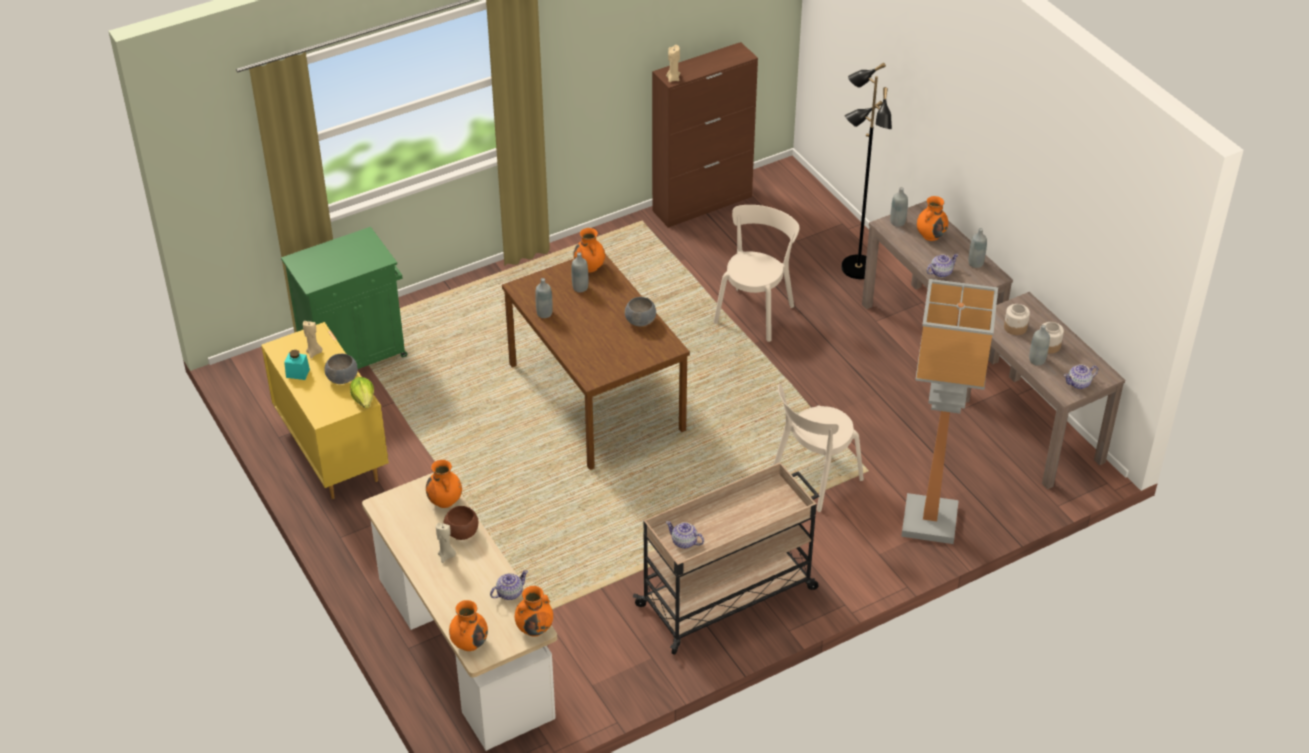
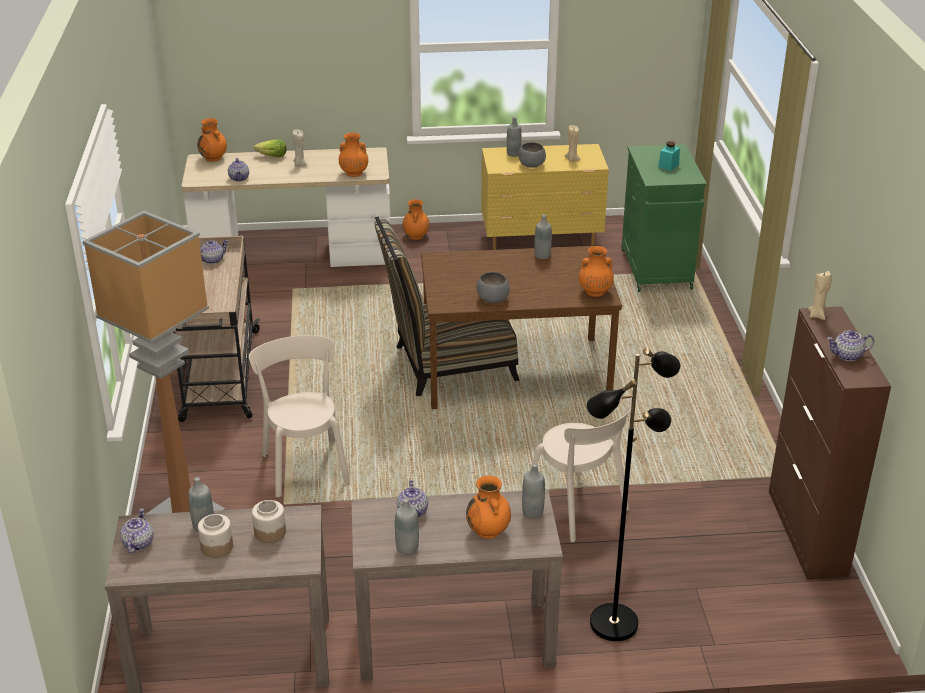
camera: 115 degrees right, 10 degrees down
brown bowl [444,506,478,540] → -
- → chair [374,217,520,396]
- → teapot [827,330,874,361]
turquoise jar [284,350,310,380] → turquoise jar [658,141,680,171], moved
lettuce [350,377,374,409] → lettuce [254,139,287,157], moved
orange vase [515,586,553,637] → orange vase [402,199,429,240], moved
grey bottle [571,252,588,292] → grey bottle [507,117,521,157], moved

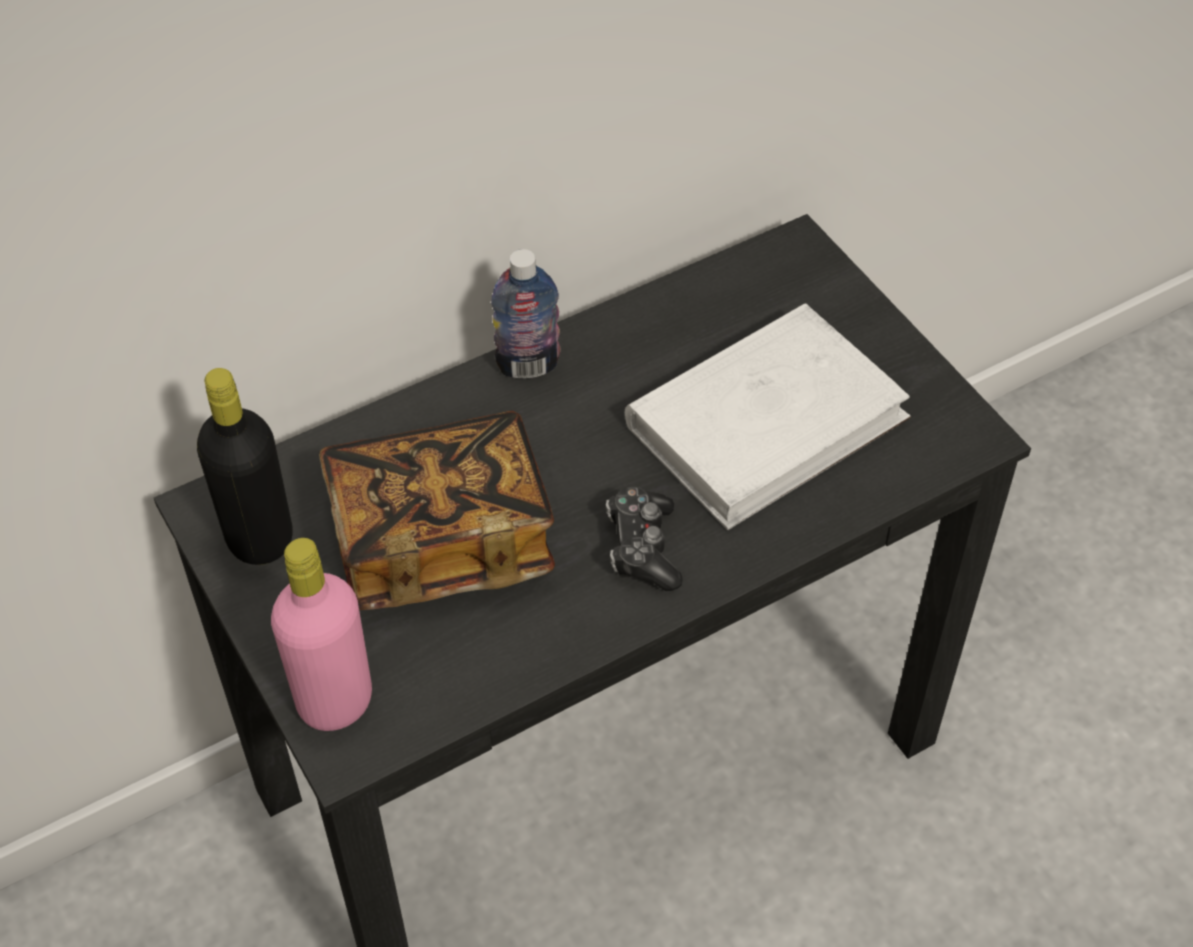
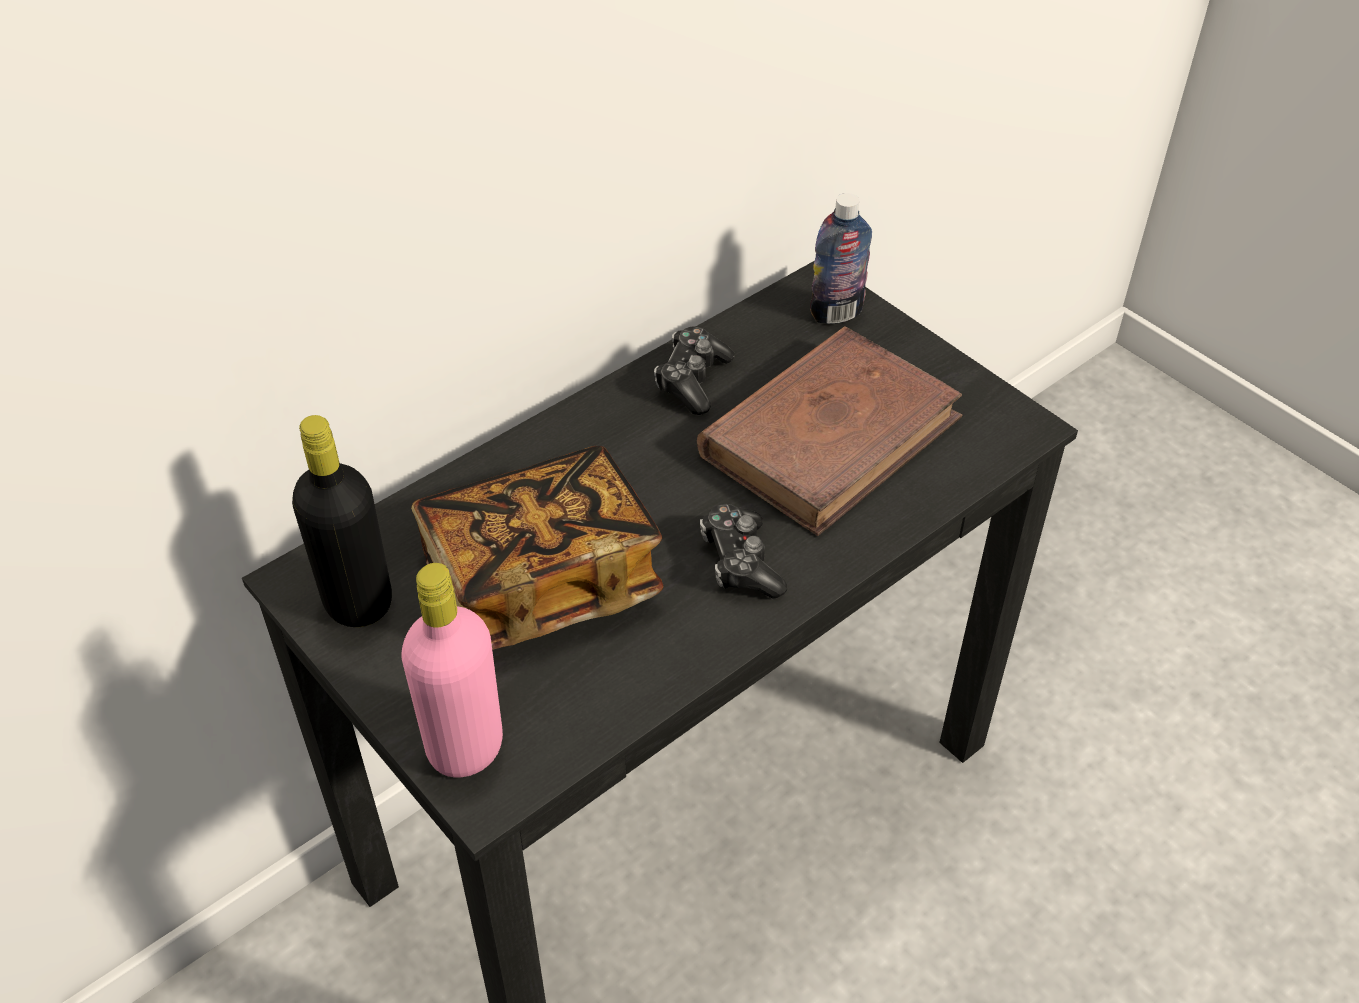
camera: 10 degrees left, 5 degrees down
- → game controller [654,326,735,415]
bottle [491,249,561,379] → bottle [810,193,872,324], moved
white book [625,303,911,530] → brown book [697,326,962,536]

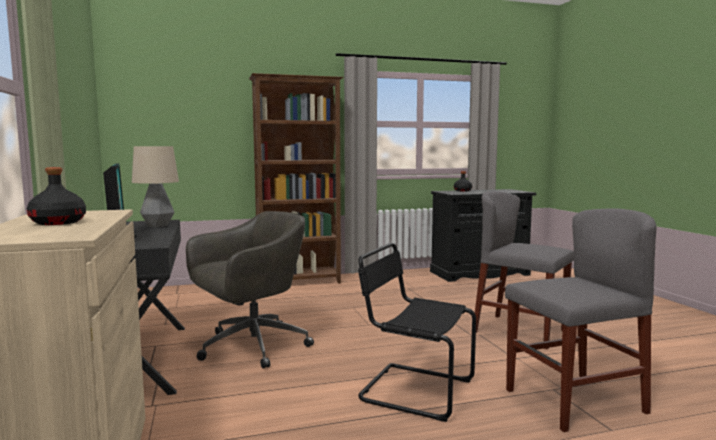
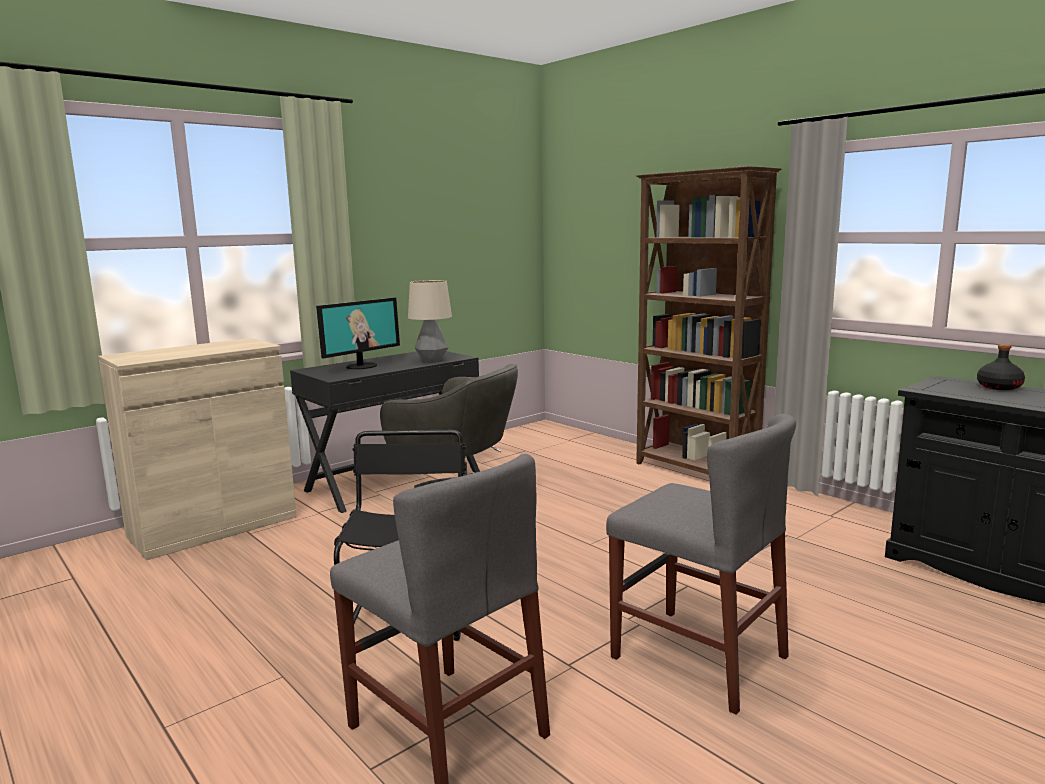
camera: 65 degrees right, 5 degrees up
black bottle [27,167,86,225] → -
grey chair [475,191,574,349] → grey chair [606,414,796,715], 120 degrees clockwise

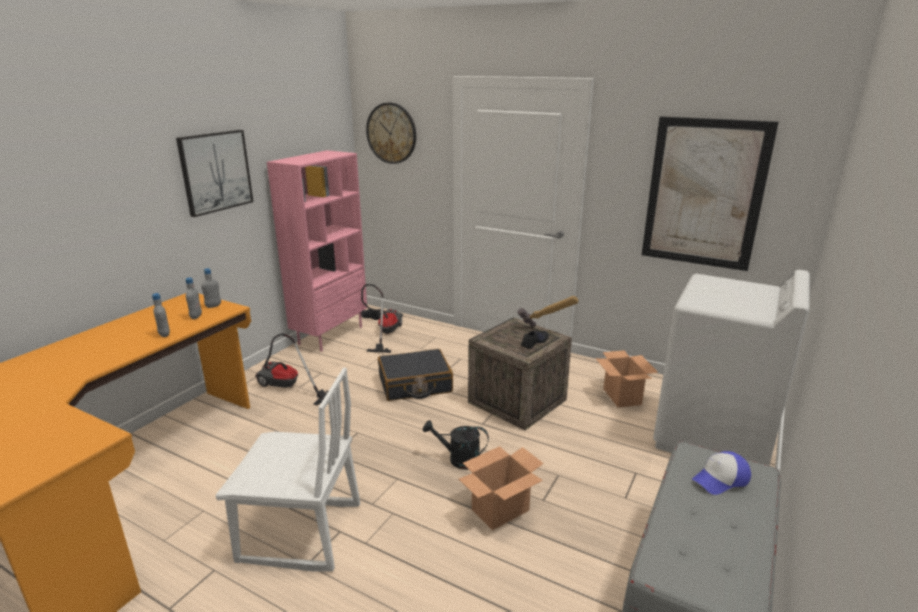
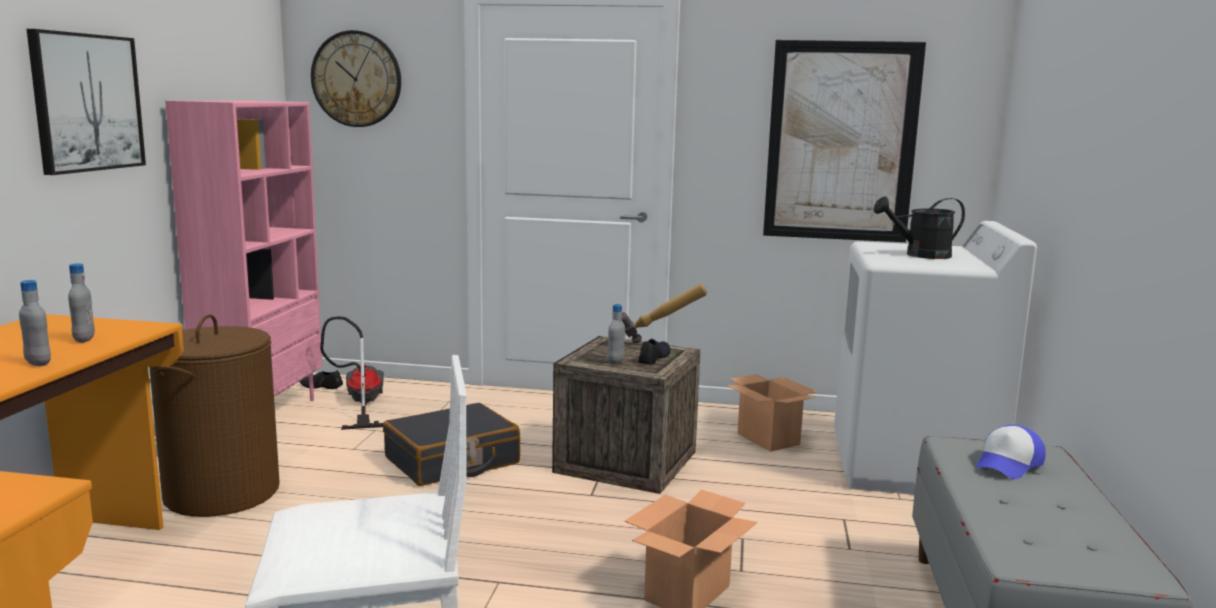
camera: 20 degrees left, 10 degrees down
grey bottle [201,268,221,308] → grey bottle [608,304,625,364], moved
black watering can [423,420,489,470] → black watering can [874,197,965,259], moved
vacuum cleaner [255,333,328,406] → brown laundry basket [149,314,280,517]

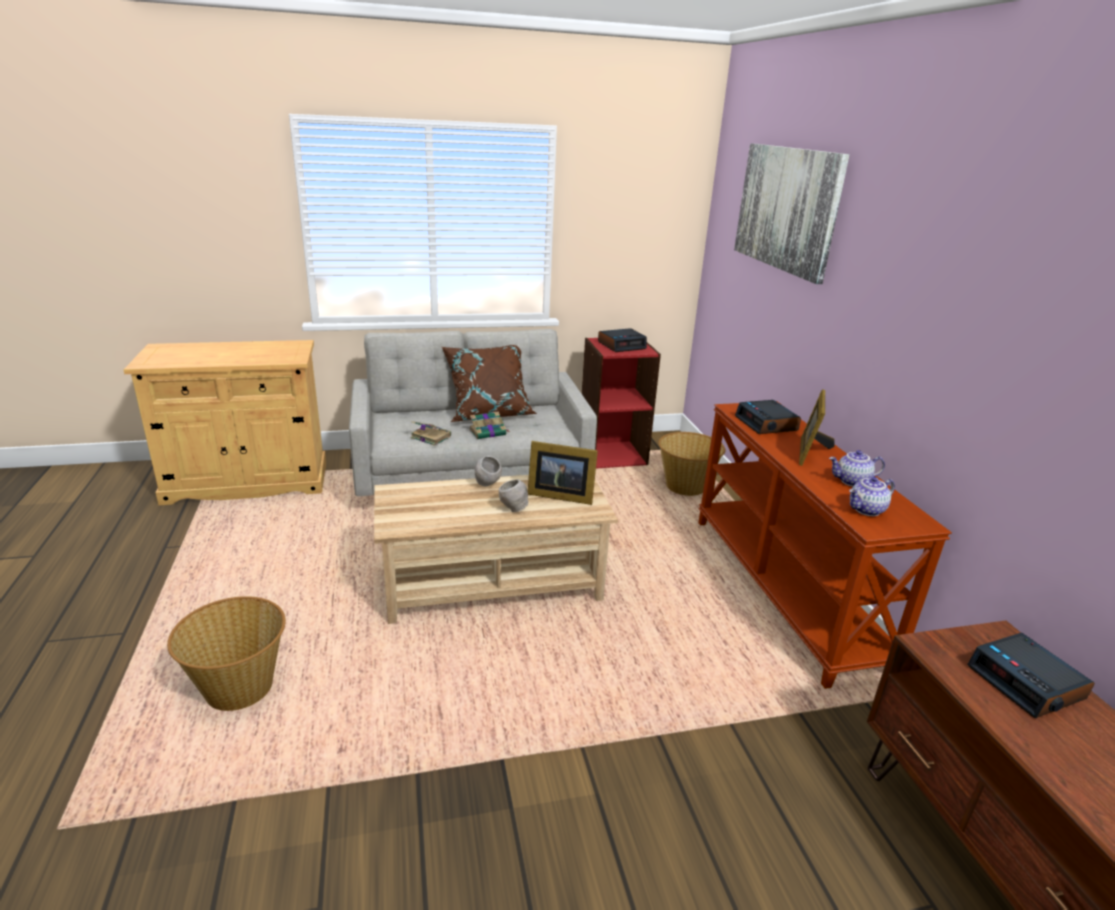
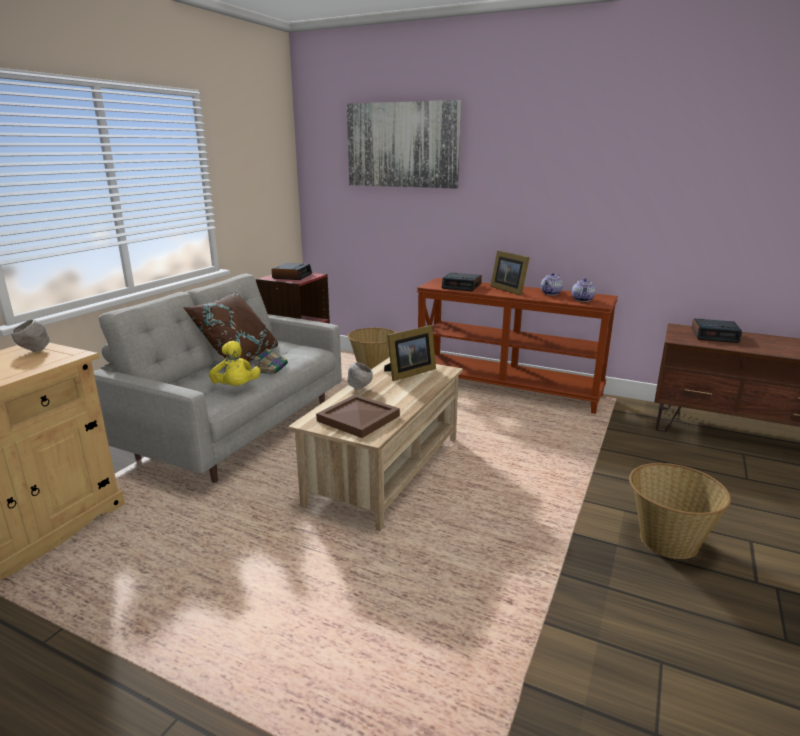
camera: 50 degrees left, 5 degrees down
- → brown tray [316,394,400,438]
basket [167,596,286,711] → basket [629,463,731,559], moved
grey bowl [499,479,529,512] → grey bowl [11,319,51,352], moved
book [410,421,451,446] → yellow plush toy [209,341,261,386]

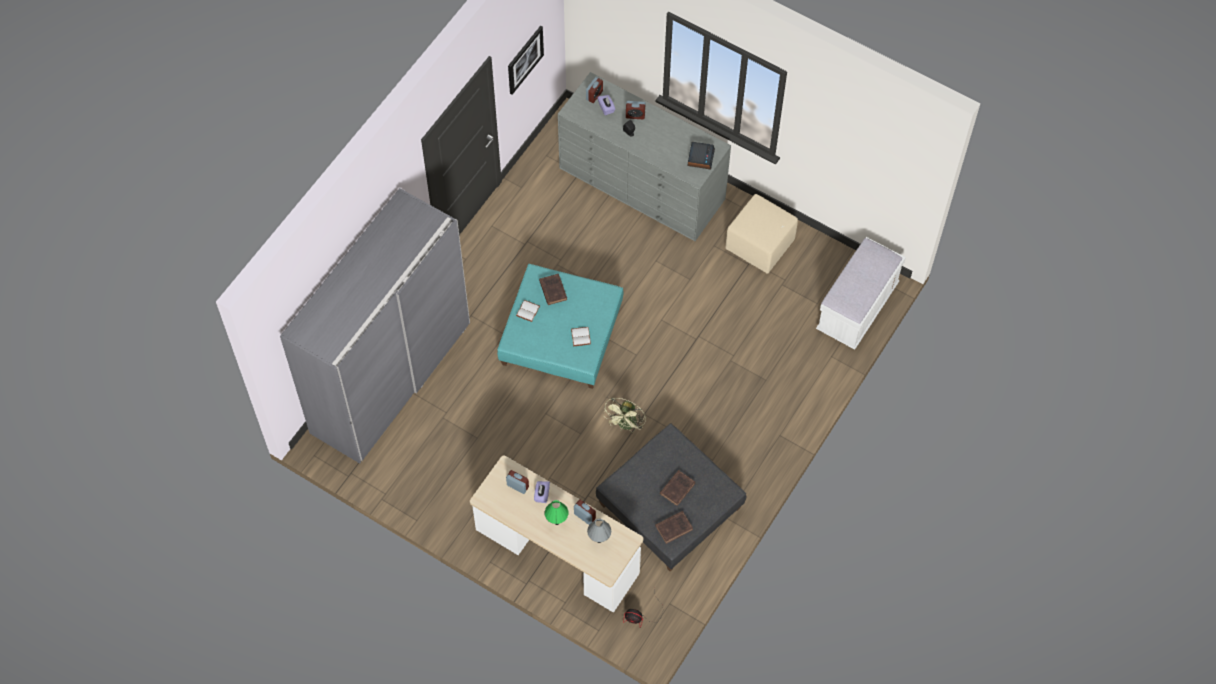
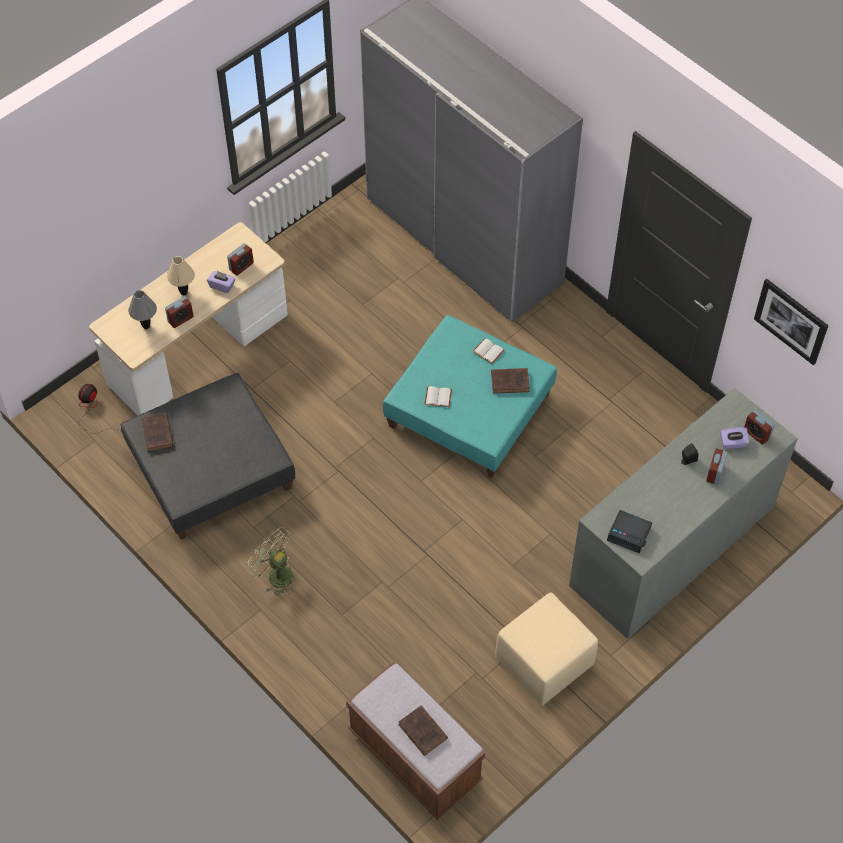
camera: 105 degrees right, 5 degrees down
green fan [603,398,646,432] → green fan [247,527,294,596], moved
brown book [660,470,695,506] → brown book [398,705,448,756], moved
green table lamp [545,500,568,525] → beige table lamp [167,256,195,295]
white bench [816,237,906,350] → brown bench [346,662,485,820]

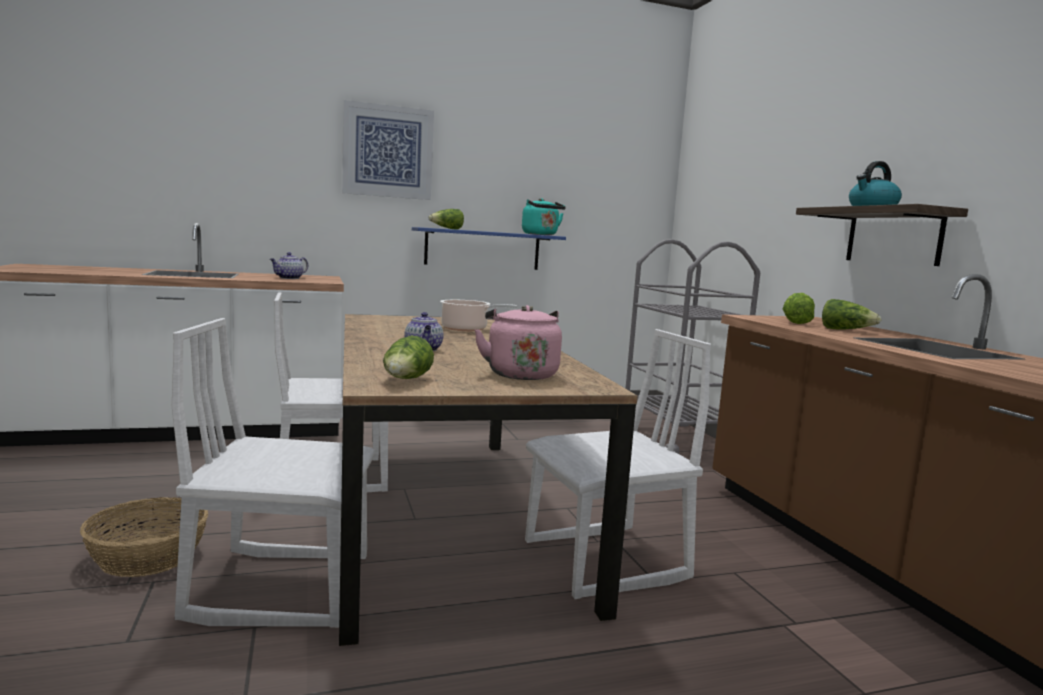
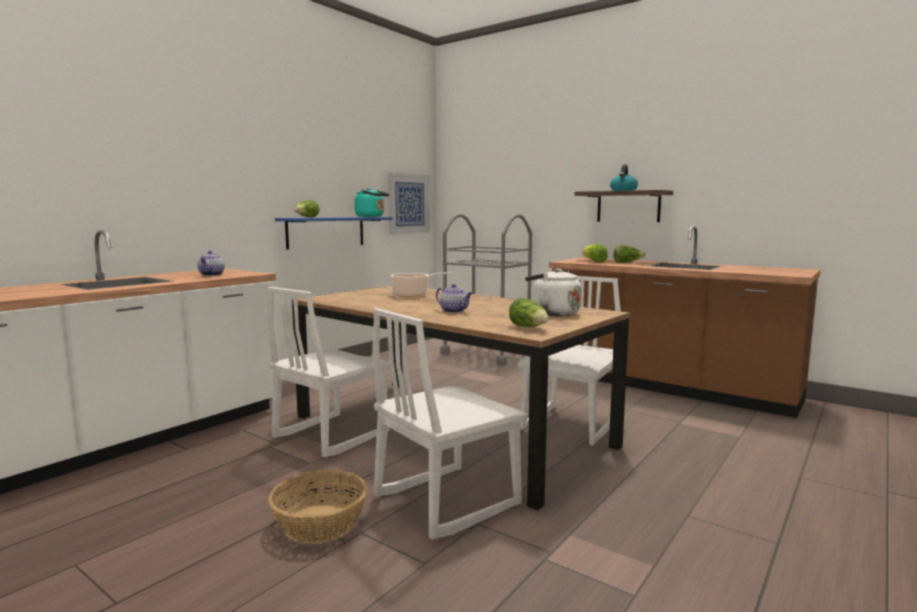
camera: 35 degrees left, 0 degrees up
picture [342,100,434,200] → picture [388,172,430,235], moved
pink kettle [474,305,562,380] → white kettle [525,269,581,316]

